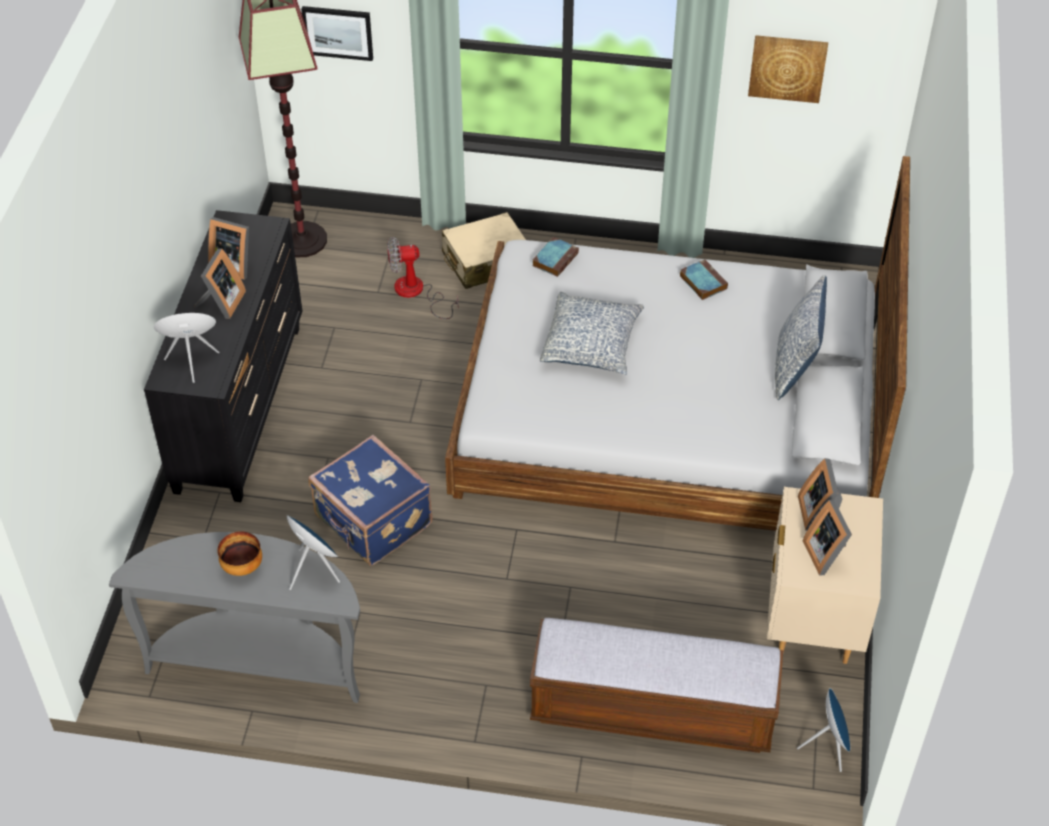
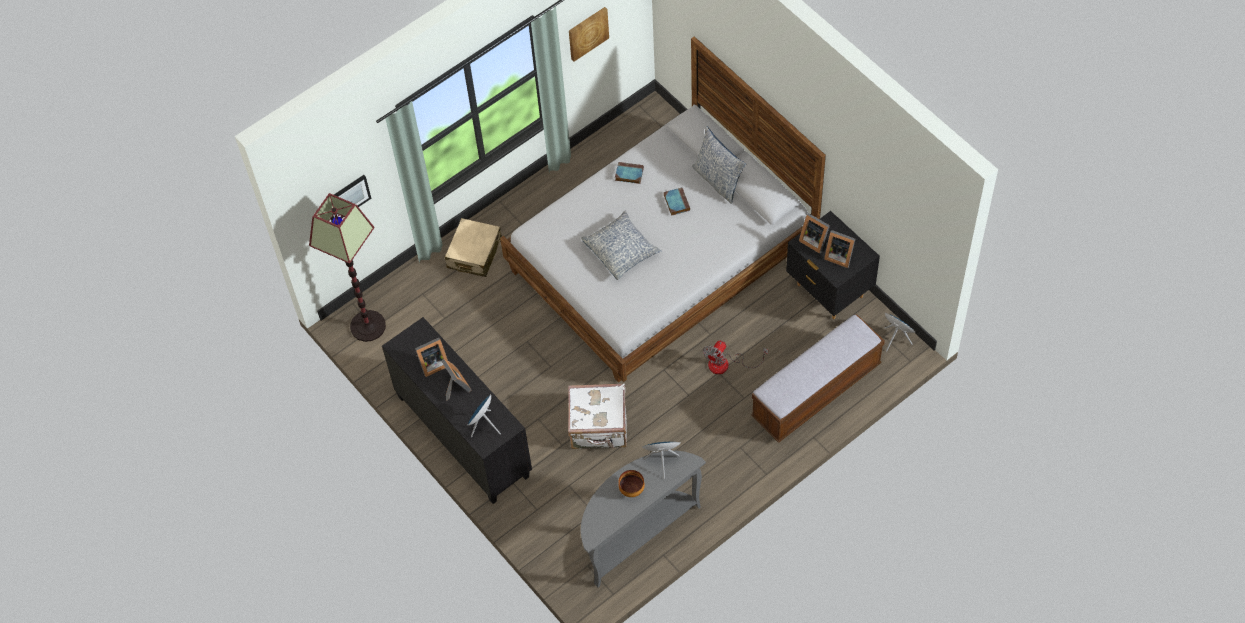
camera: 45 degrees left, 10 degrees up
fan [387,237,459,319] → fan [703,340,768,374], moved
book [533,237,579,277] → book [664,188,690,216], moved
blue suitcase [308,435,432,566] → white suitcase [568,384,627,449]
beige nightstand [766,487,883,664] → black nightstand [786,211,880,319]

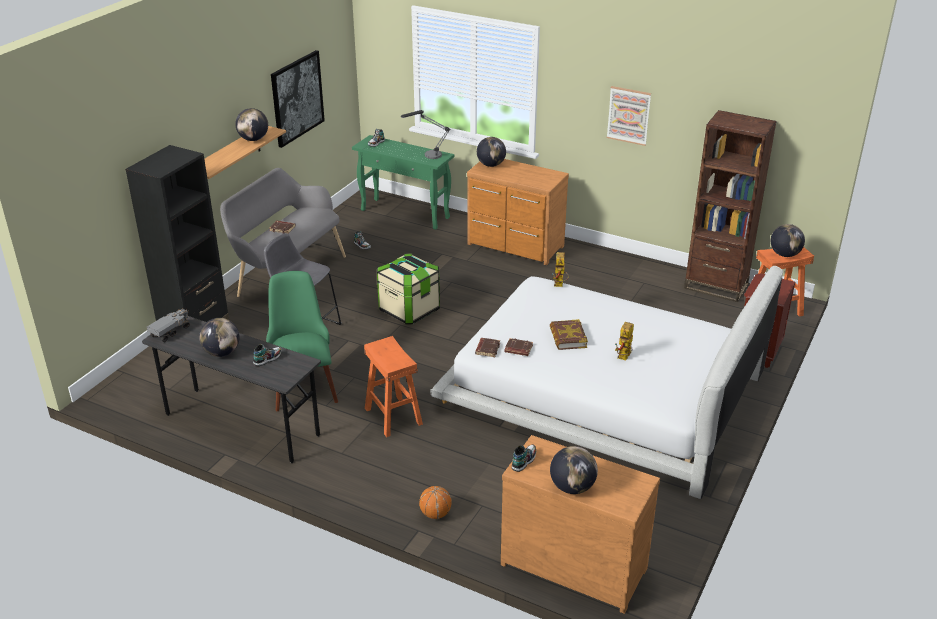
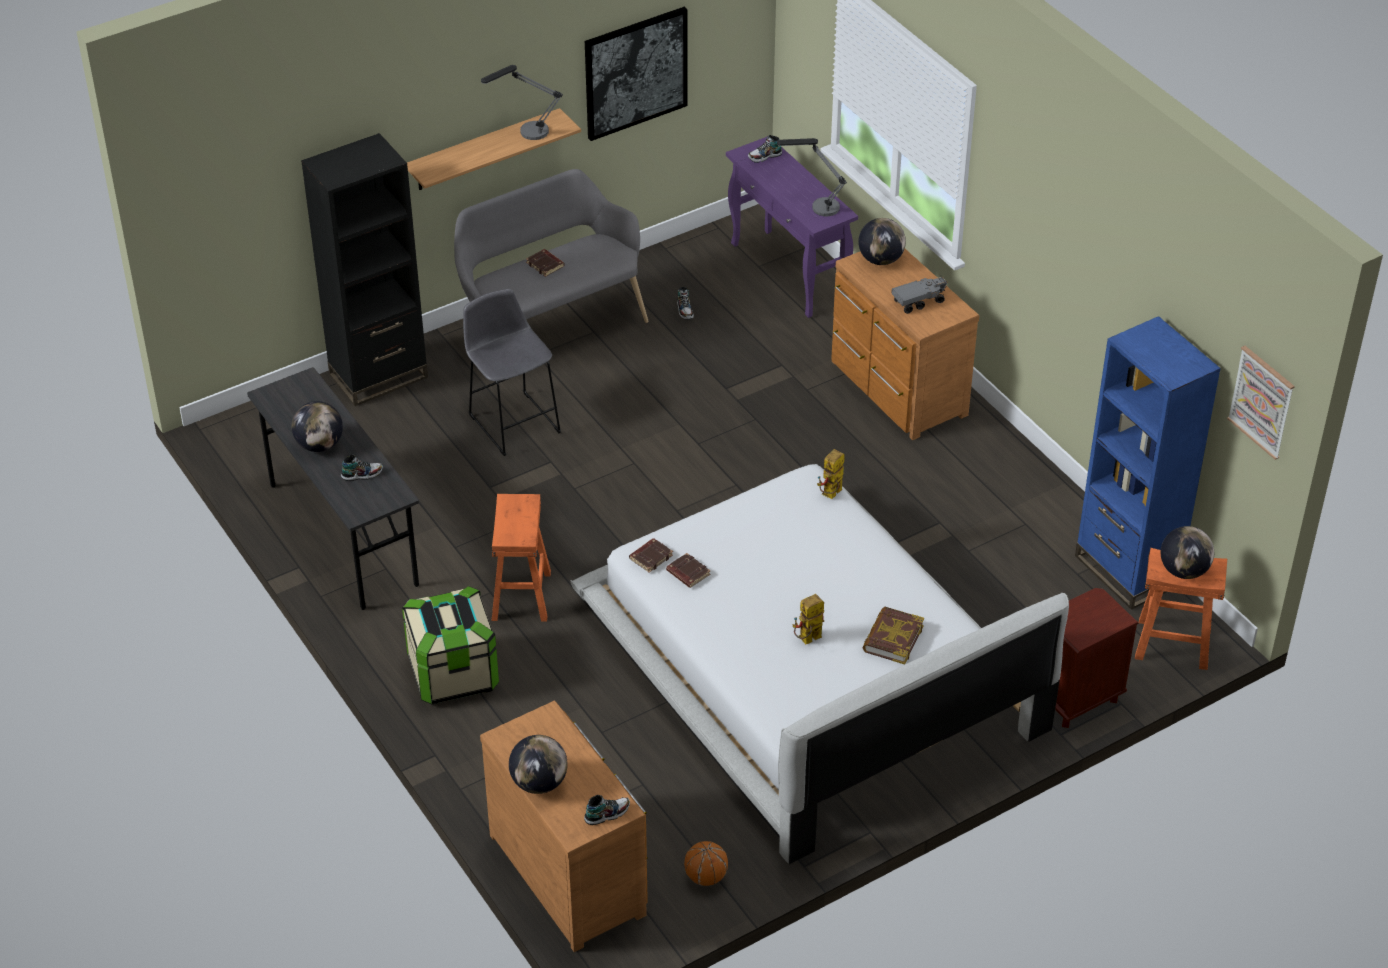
camera: 30 degrees right, 10 degrees up
green chair [266,271,338,411] → -
toy truck [147,308,190,342] → toy truck [891,277,948,314], moved
storage box [377,254,440,325] → storage box [402,586,499,705], moved
basketball [419,486,452,519] → basketball [684,841,728,886], moved
shoe [512,444,536,472] → shoe [584,795,630,825], moved
book [550,319,588,350] → book [862,607,924,665], moved
picture [607,86,651,146] → picture [1227,346,1295,460], moved
globe [235,108,268,141] → table lamp [481,65,563,140]
green console table [352,135,454,230] → purple console table [726,136,858,318]
brown bookcase [684,110,777,302] → blue bookcase [1075,316,1221,610]

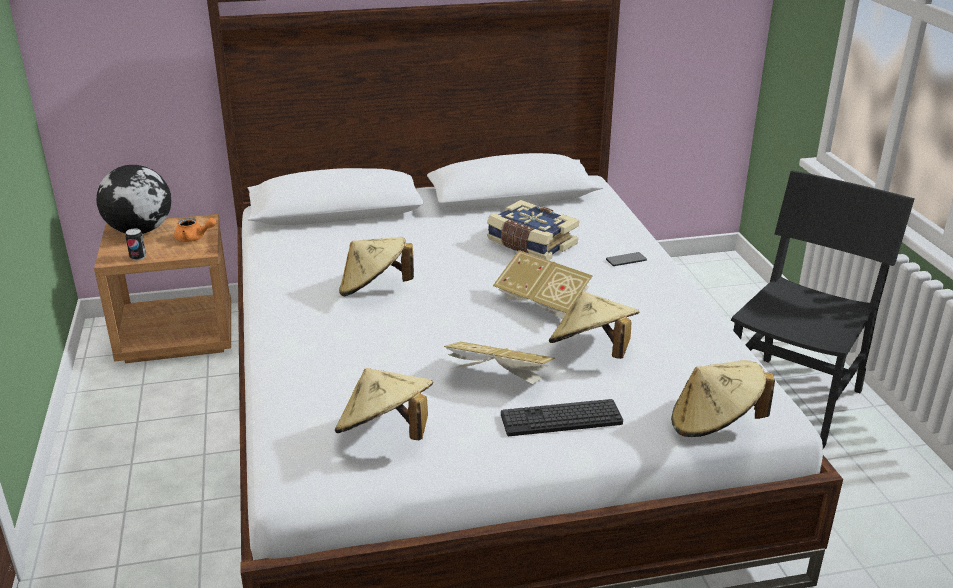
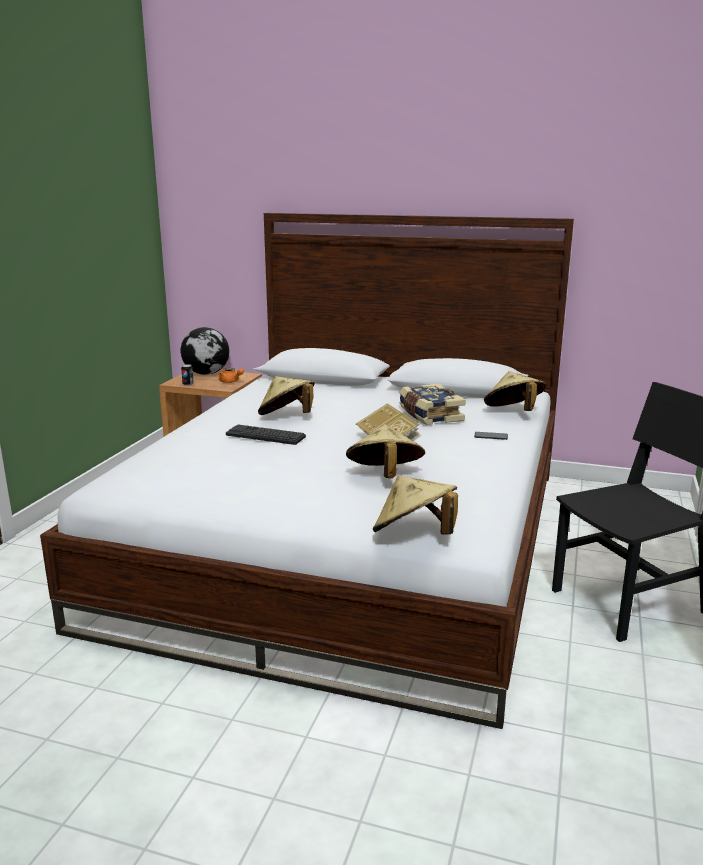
camera: 30 degrees right, 10 degrees down
book [444,342,555,384] → -
beige hat [335,368,433,441] → beige hat [484,371,546,411], moved
keyboard [501,399,623,436] → keyboard [226,424,306,445], moved

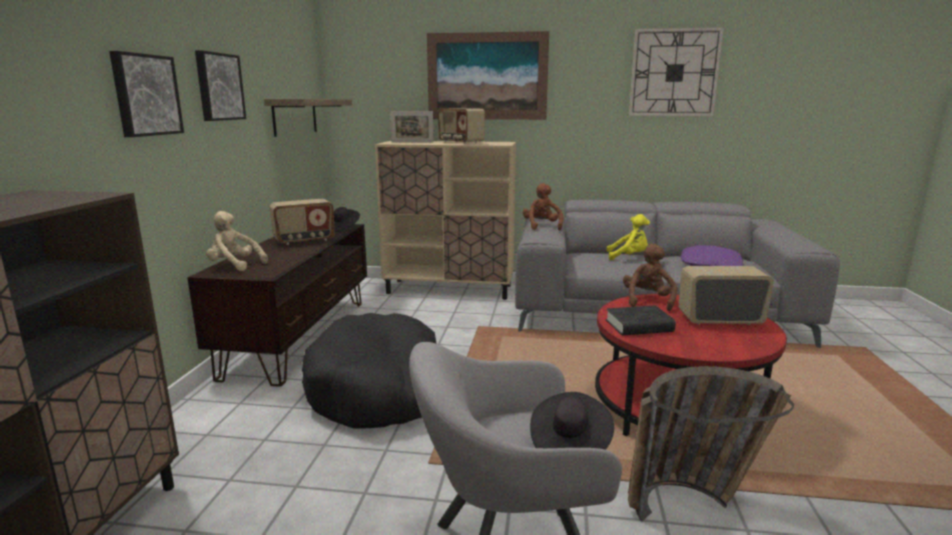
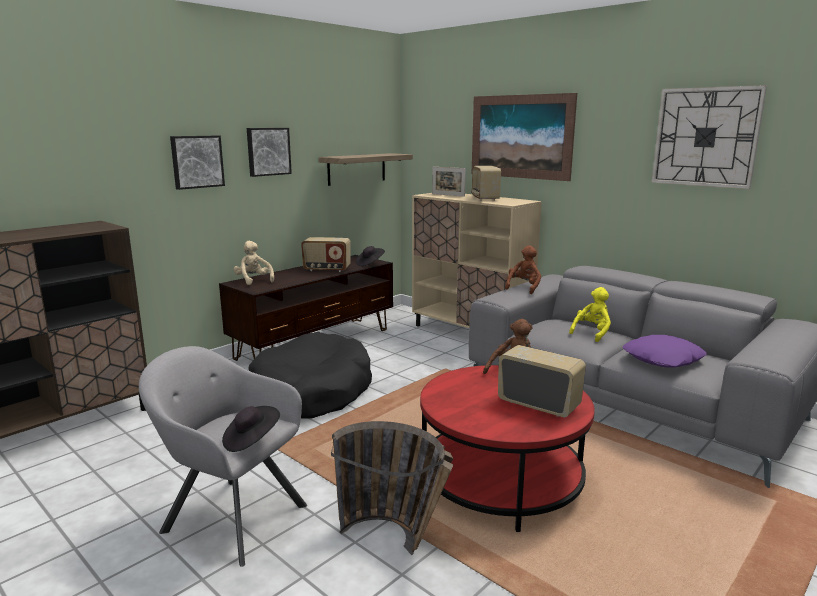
camera: 35 degrees right, 0 degrees up
black book [606,305,676,335] → -
yellow plush toy [606,214,650,260] → yellow plush toy [569,287,611,342], 90 degrees counterclockwise

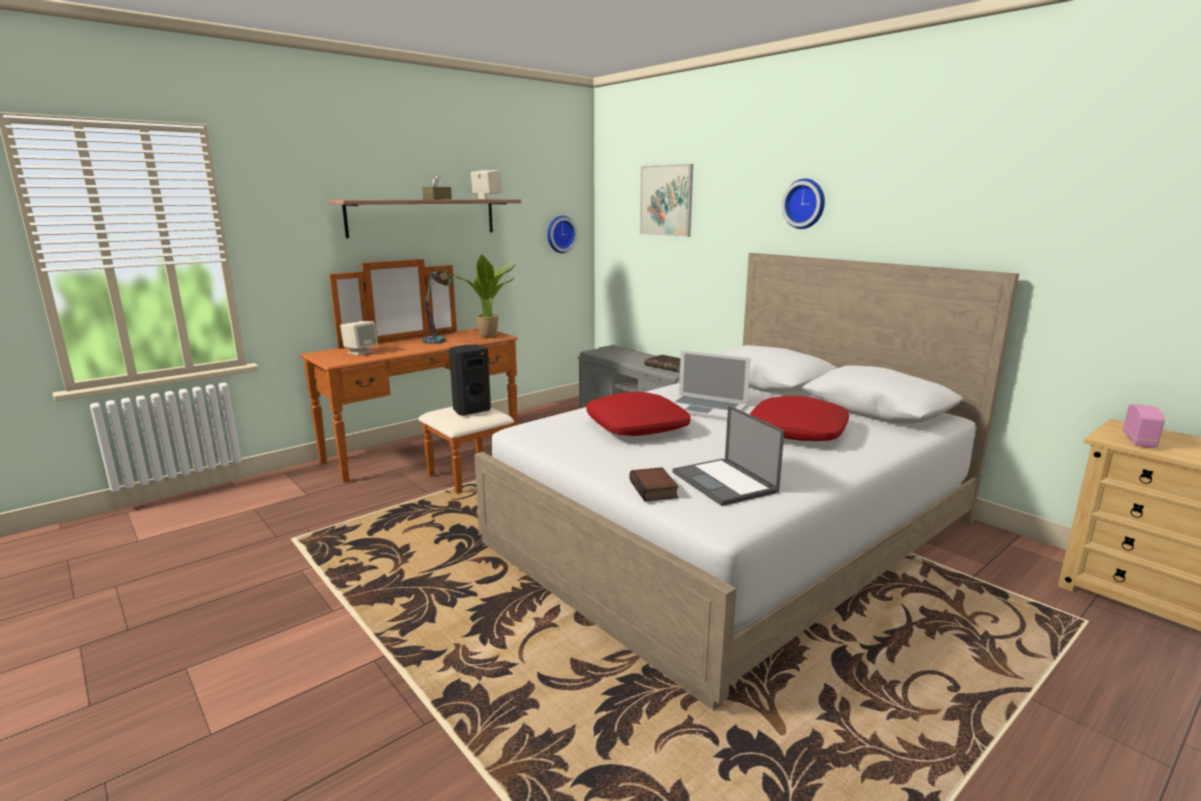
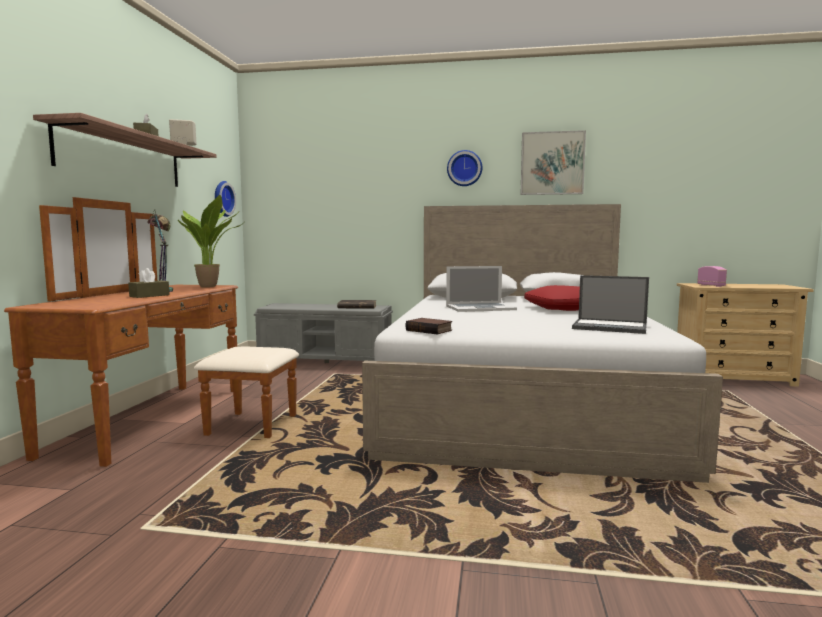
camera: 40 degrees left, 10 degrees down
beige speaker [340,321,378,355] → -
black speaker [449,345,491,416] → -
red pillow [586,392,691,436] → -
- → brown tissue box [128,268,170,298]
book [629,467,679,502] → book [406,318,452,334], moved
picture [640,164,693,237] → picture [520,130,586,195], moved

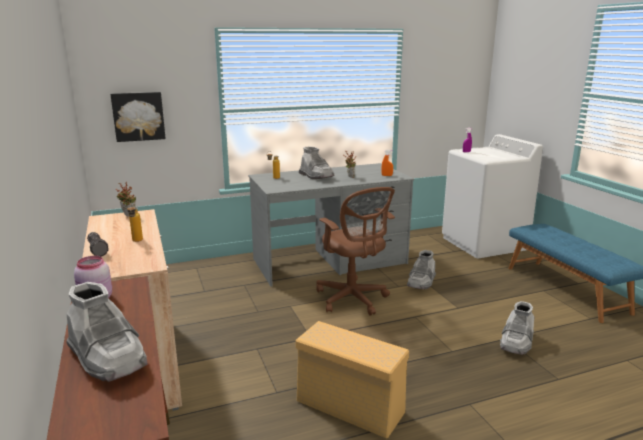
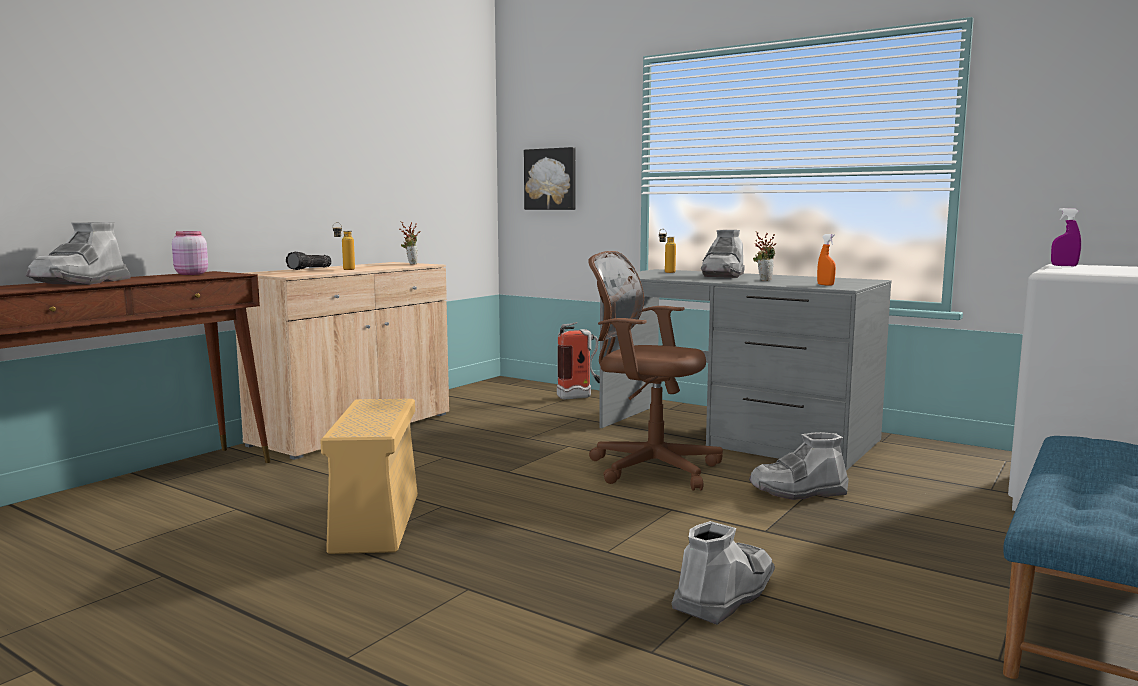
camera: 55 degrees right, 10 degrees down
- → fire extinguisher [557,322,600,399]
brown office chair [316,187,395,316] → brown office chair [588,251,723,491], 90 degrees clockwise
grey boot [500,301,535,355] → grey boot [672,521,775,625], 135 degrees clockwise

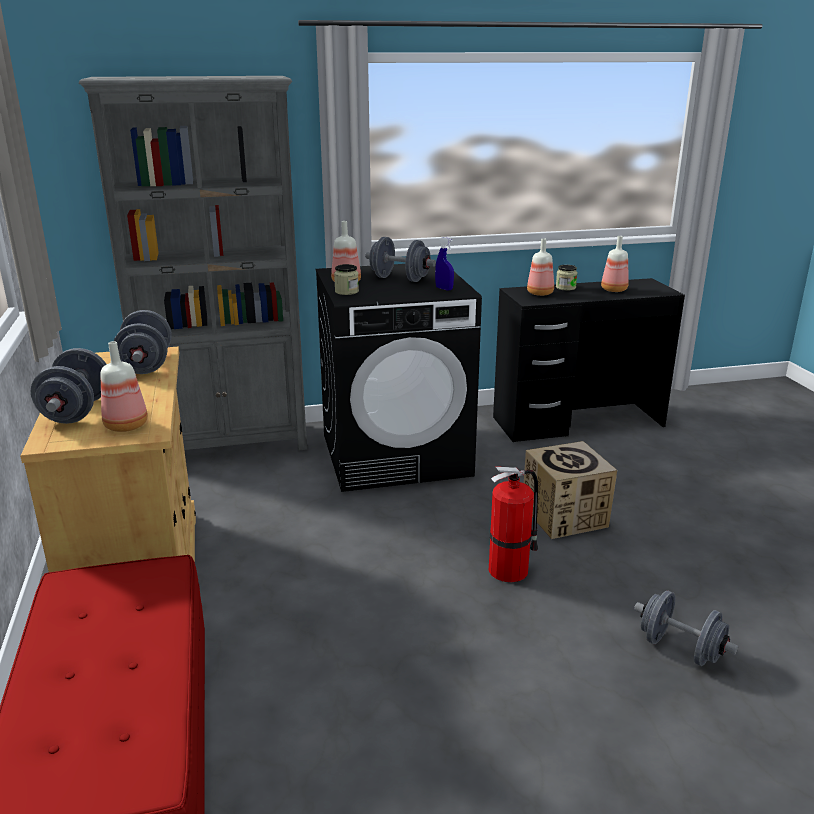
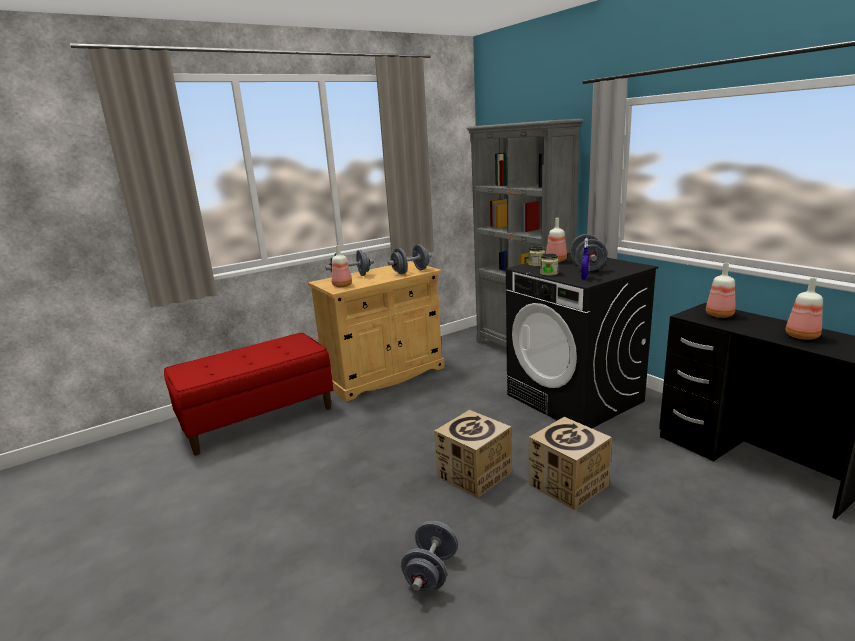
camera: 70 degrees right, 5 degrees down
jar [556,265,578,291] → jar [540,254,559,276], moved
fire extinguisher [489,466,538,582] → cardboard box [434,410,512,498]

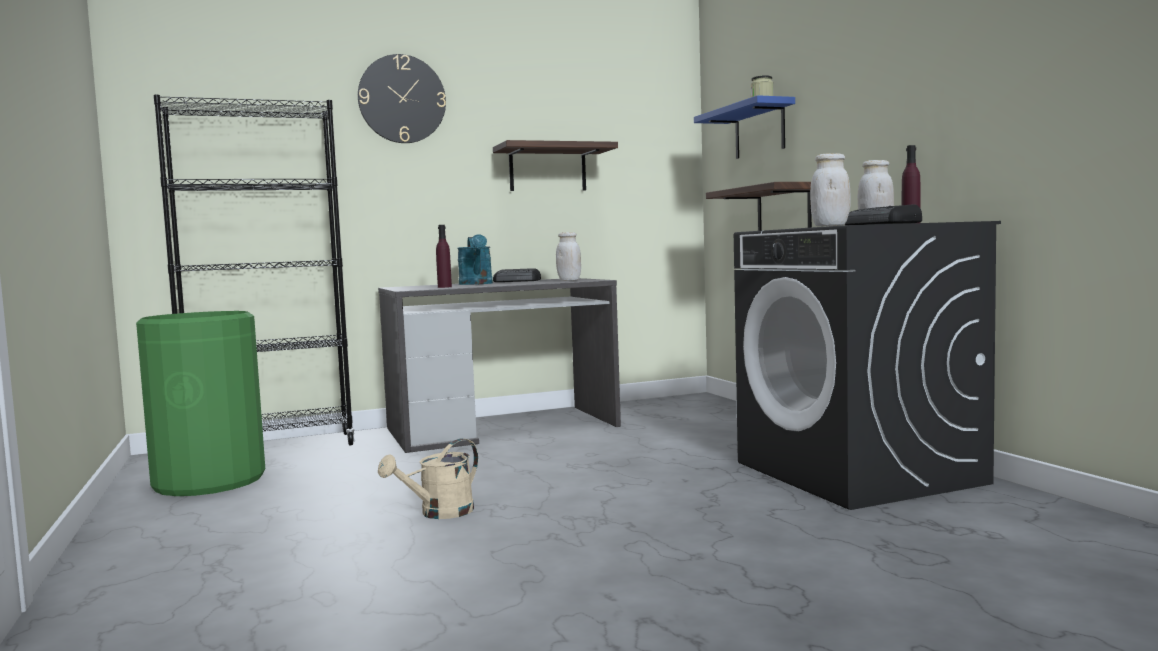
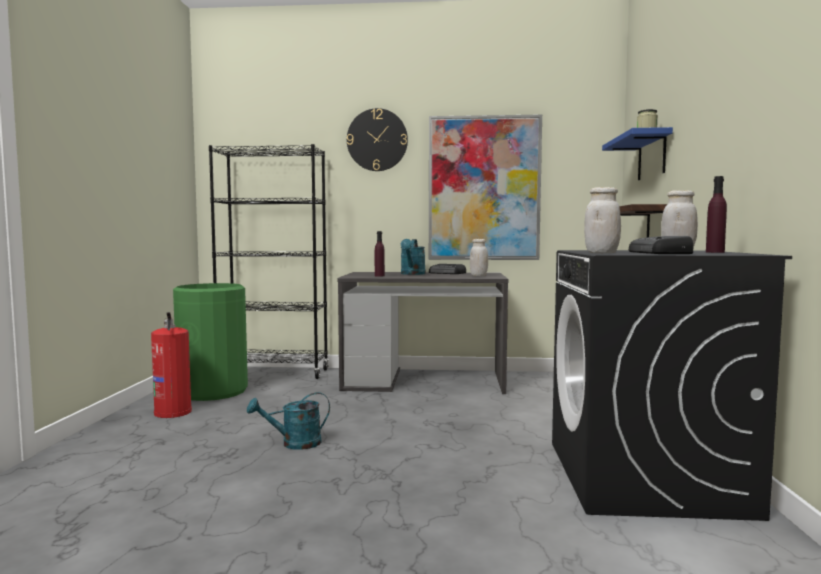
camera: 25 degrees right, 0 degrees up
- → fire extinguisher [151,312,192,418]
shelf [493,140,618,191] → picture [429,114,542,260]
beige watering can [378,438,478,519] → turquoise watering can [247,392,330,450]

